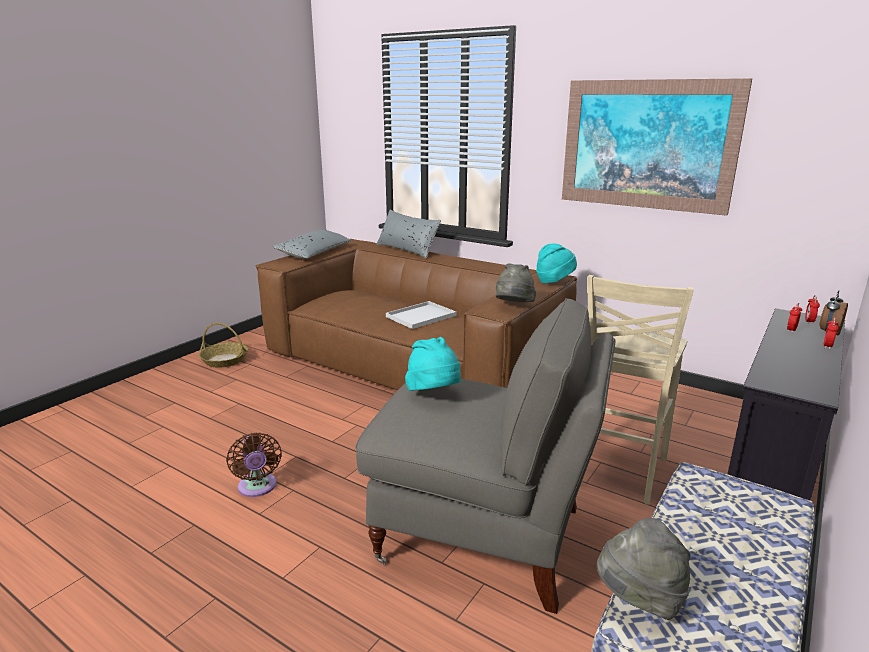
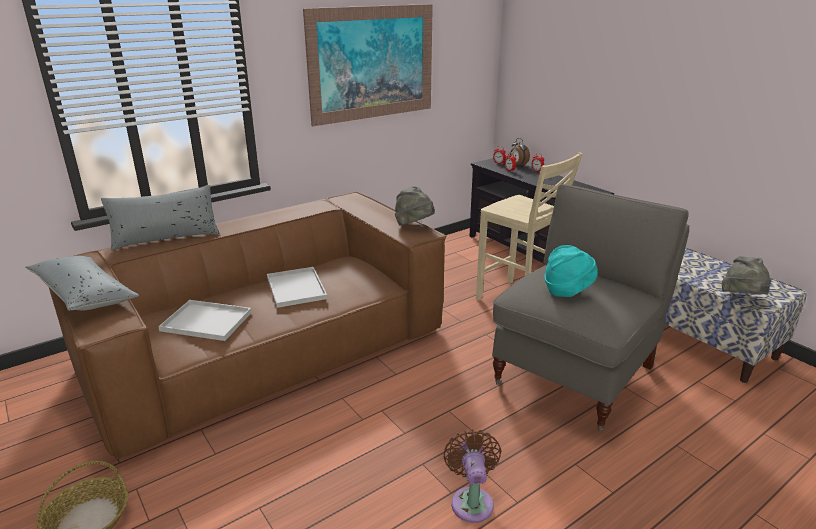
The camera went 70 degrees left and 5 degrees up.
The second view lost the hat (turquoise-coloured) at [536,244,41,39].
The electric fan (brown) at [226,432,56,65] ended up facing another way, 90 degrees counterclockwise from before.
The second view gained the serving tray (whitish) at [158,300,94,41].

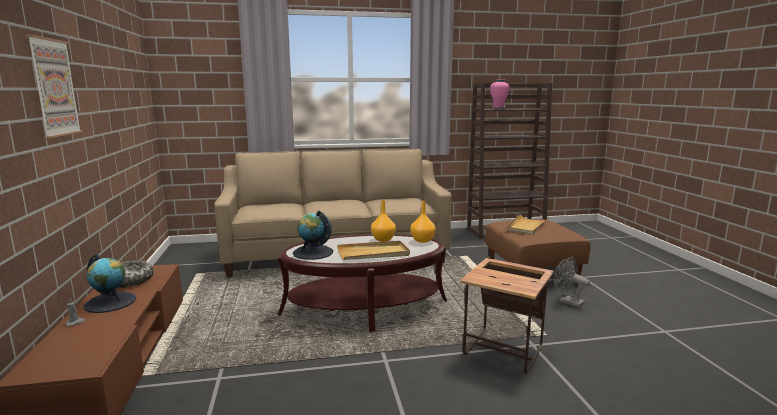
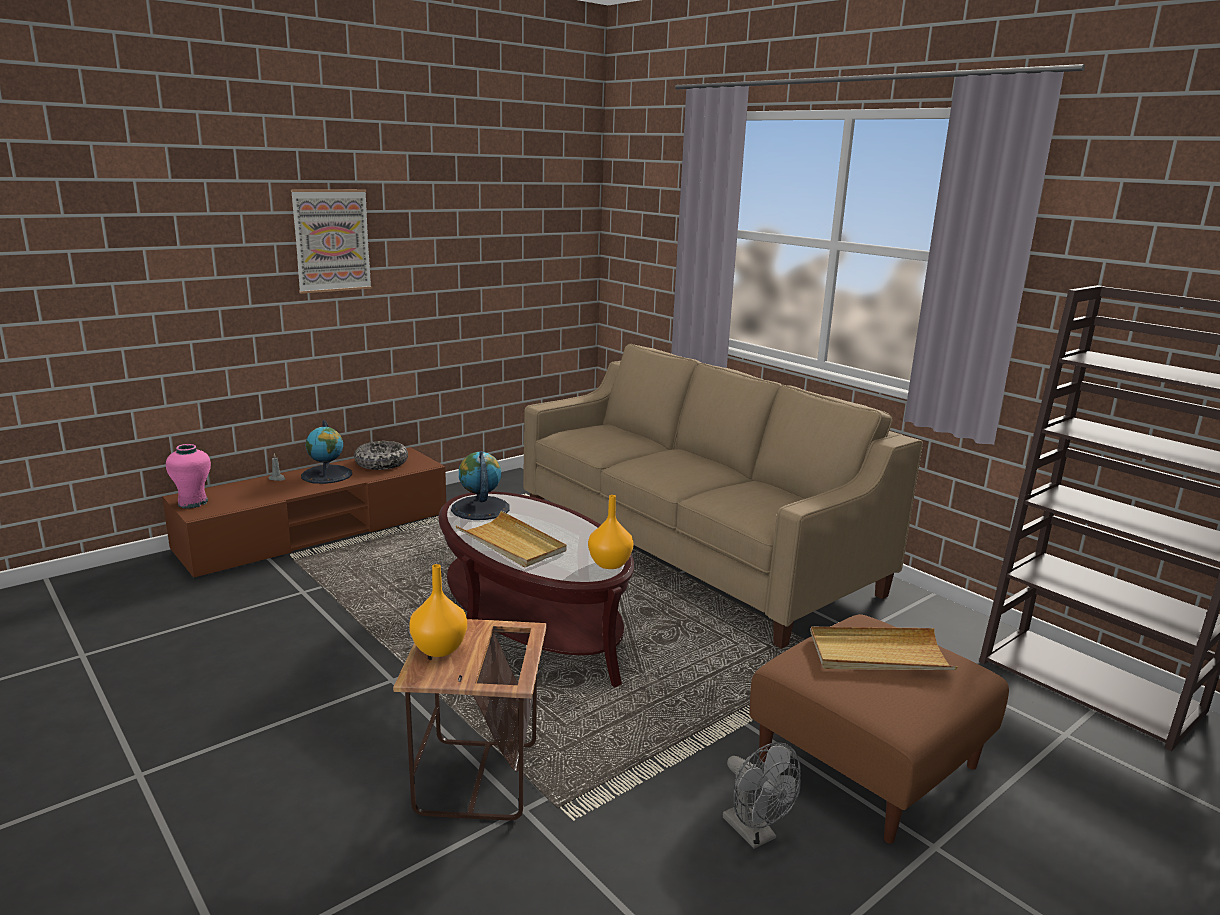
The camera went 60 degrees right and 5 degrees up.
The decorative vase (pink) ended up elsewhere, having gone from [490,79,20,30] to [166,444,45,64].
The decorative vase (orange) ended up elsewhere, having gone from [371,200,25,42] to [409,564,58,93].
The electric fan (grey) at [554,257,36,50] ended up facing another way, 135 degrees clockwise from before.

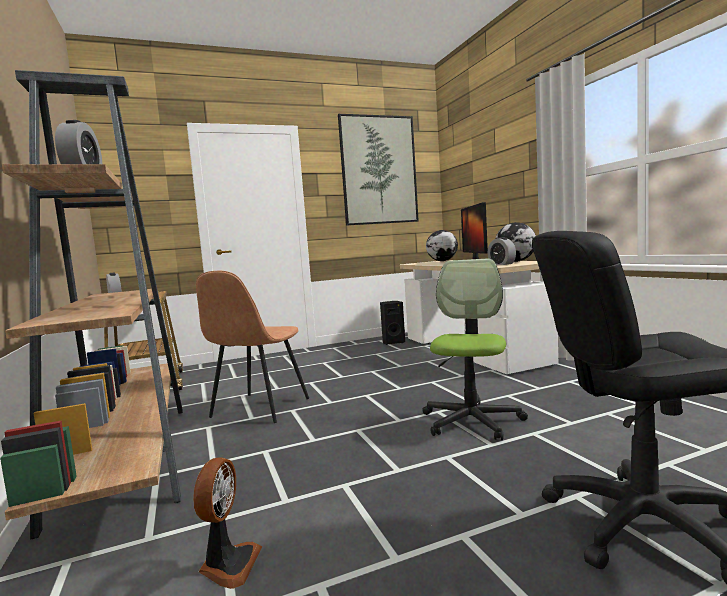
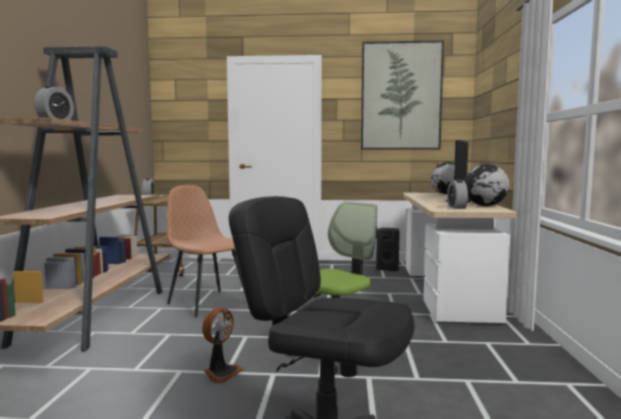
The camera went 25 degrees right and 0 degrees up.
The plain chair (brown) at [196,271,113,152] ended up facing another way, 90 degrees clockwise from before.
The electric fan ended up elsewhere, having gone from [193,457,69,132] to [202,307,41,77].

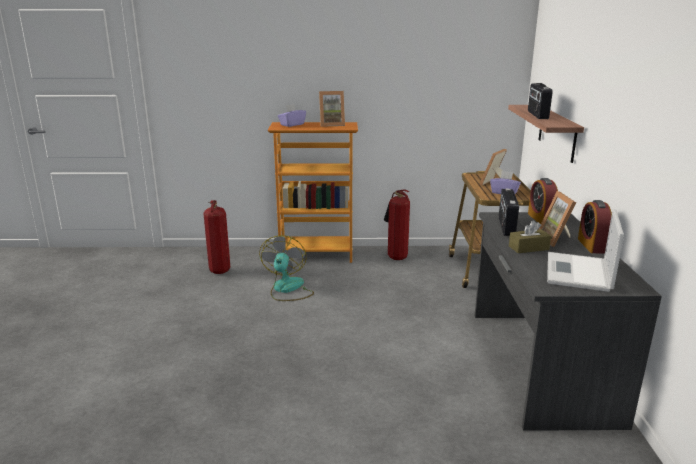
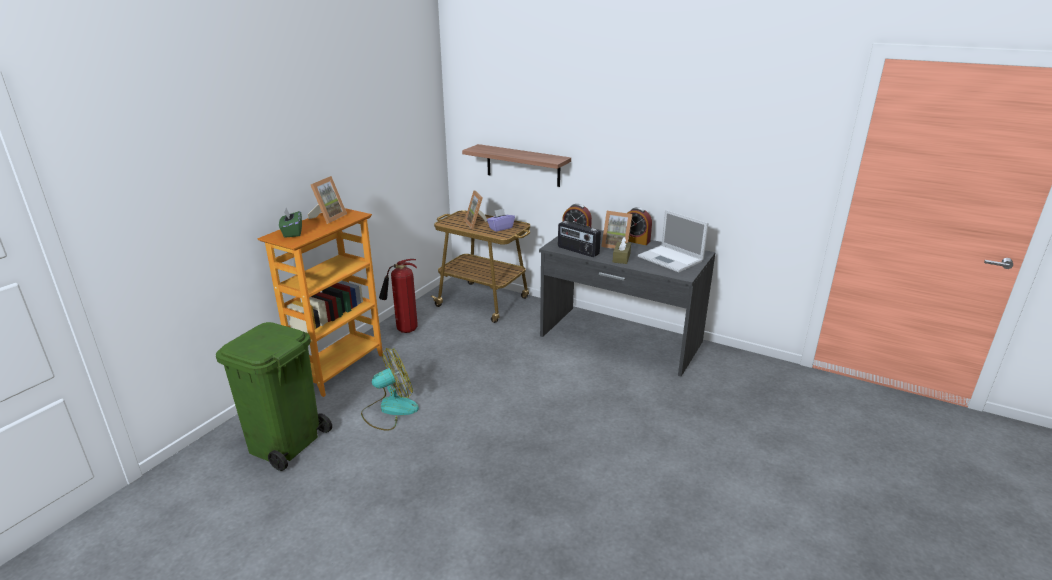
The camera went 60 degrees left and 5 degrees up.
The second view lost the radio at [528,83,25,36].
What was the tissue box (purplish) at [278,104,28,23] turned into the tissue box (green) at [279,208,23,30].
Where the extinguisher stood at [204,200,26,74], the trash can (green) came to stand at [216,322,116,149].
The electric fan at [259,235,55,66] ended up facing another way, 120 degrees clockwise from before.

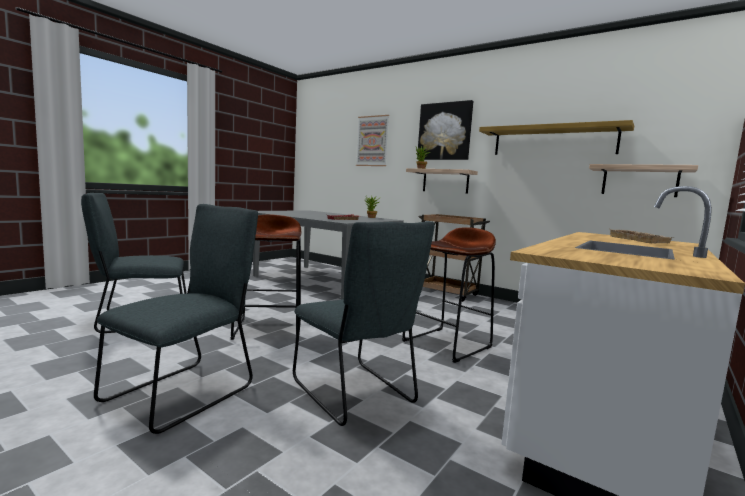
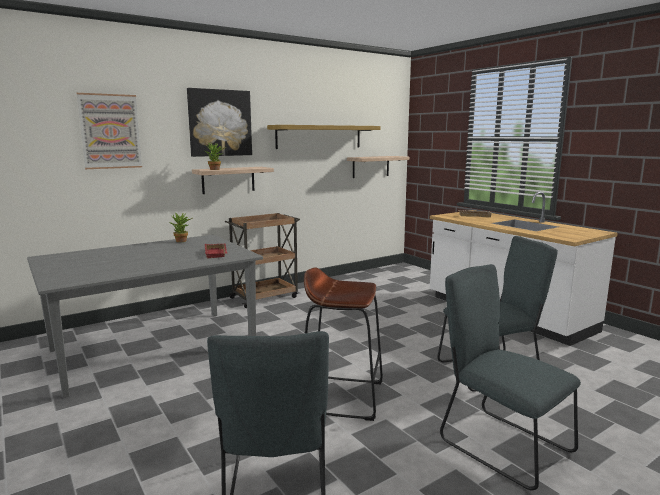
The camera went 70 degrees left and 5 degrees up.
The second view lost the sitting stool (brown) at [402,227,94,136].

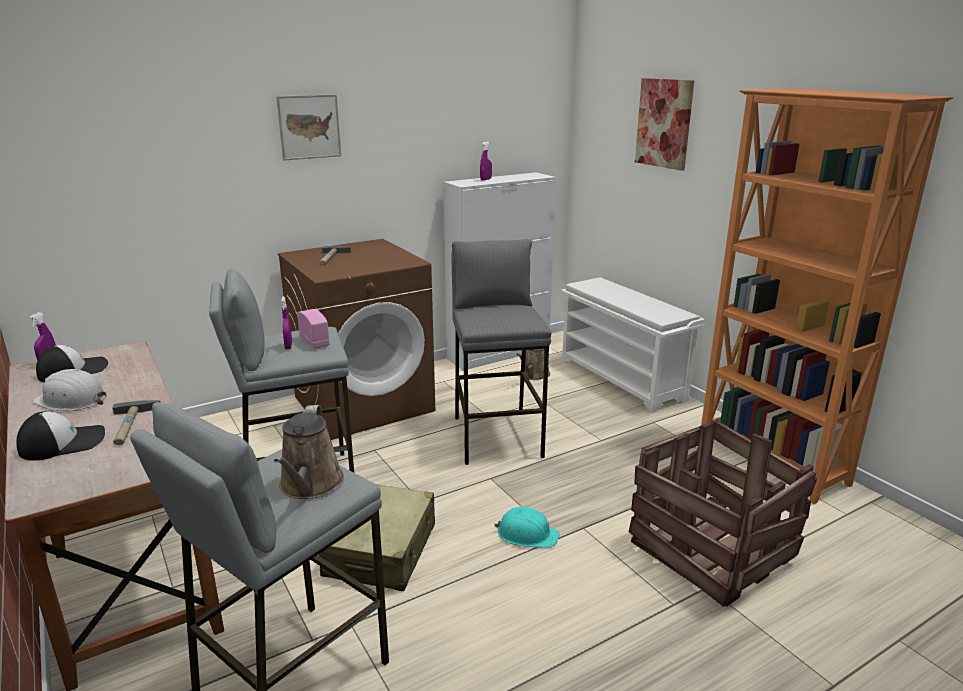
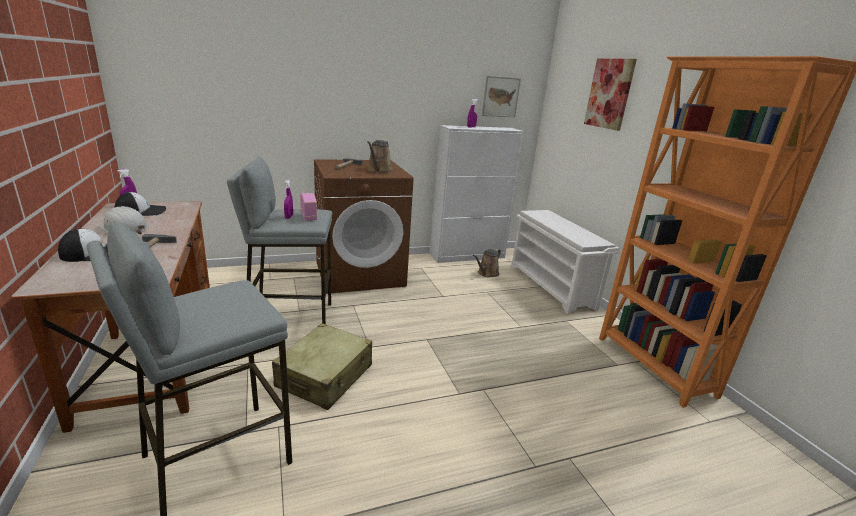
The camera went 10 degrees right and 0 degrees up.
The wall picture ended up elsewhere, having gone from [276,94,65,67] to [482,76,39,41].
The second view lost the sitting stool (grey) at [452,239,100,226].
The watering pot (brown) ended up elsewhere, having gone from [274,405,70,94] to [367,140,26,33].
The second view lost the packing crate at [629,420,188,187].
The second view lost the work helmet (turquoise-coloured) at [494,507,65,41].

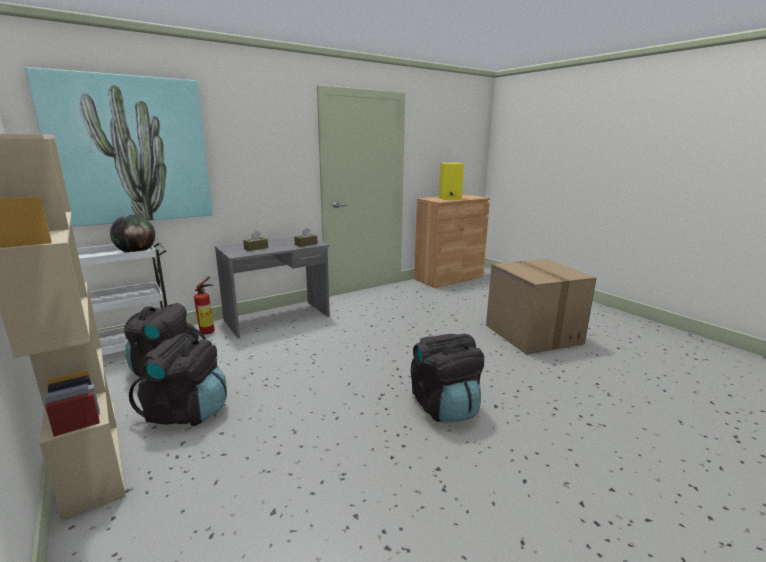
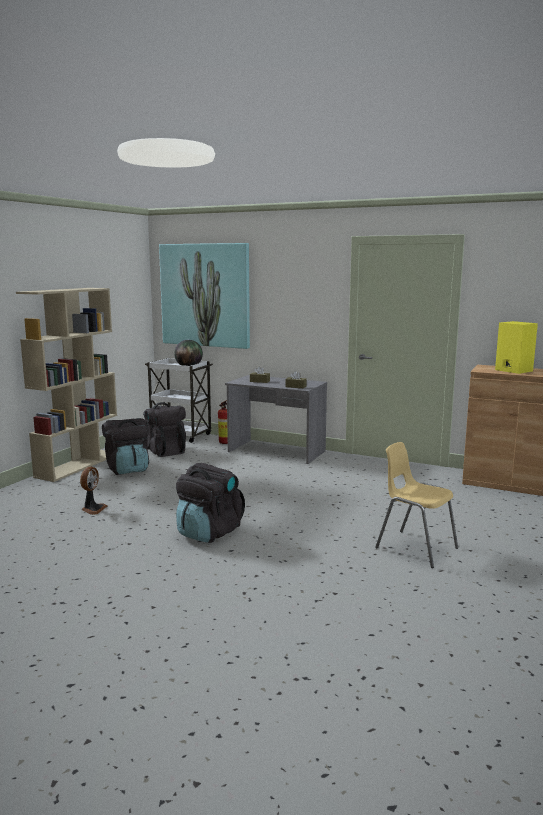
The camera went 60 degrees right and 5 degrees down.
Where the packing box stood at [486,259,110,95], the plain chair (yellowish) came to stand at [375,442,83,126].
The second view gained the electric fan at [80,467,27,48].

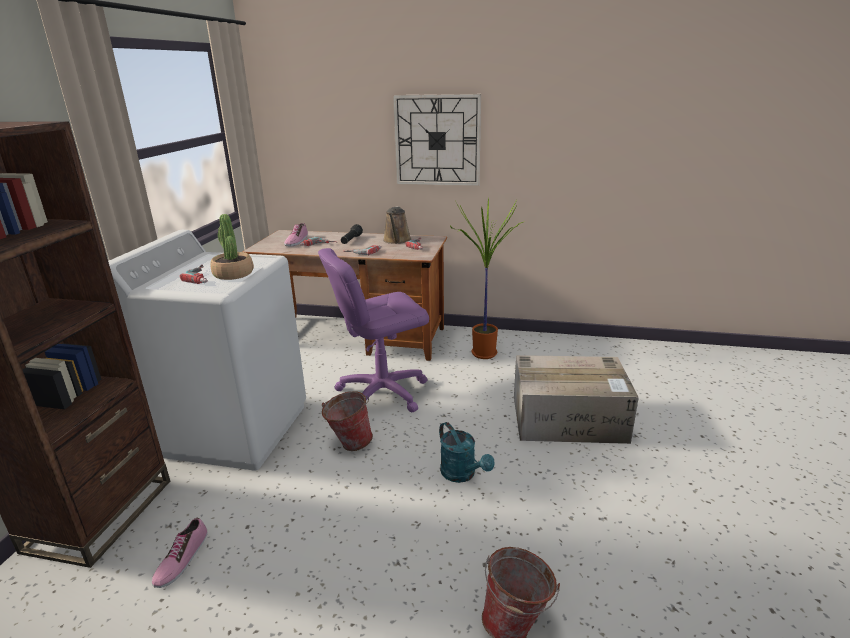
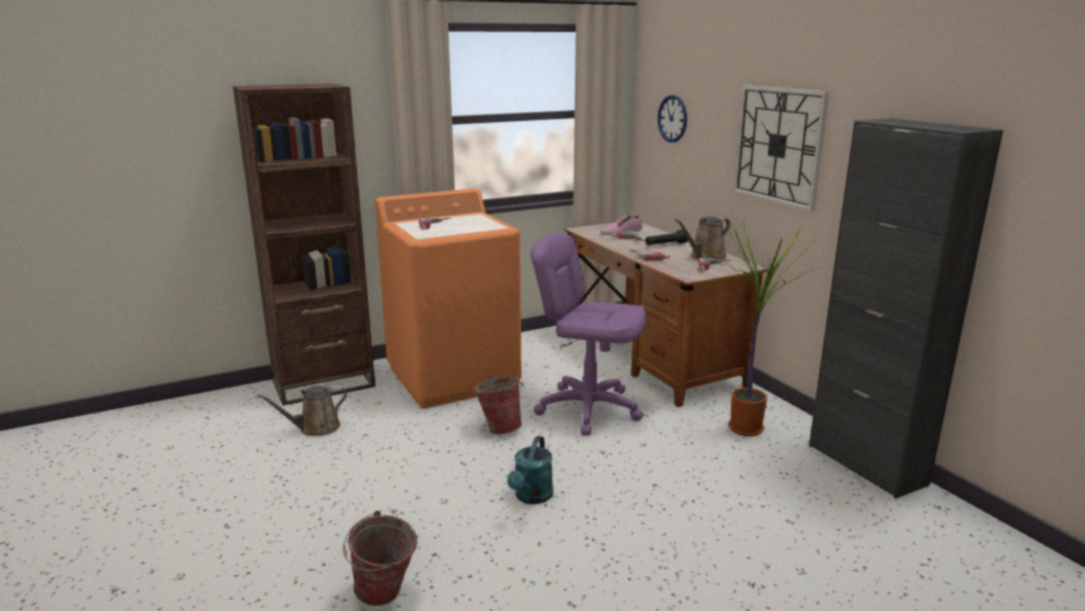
The camera went 50 degrees right and 5 degrees down.
The second view lost the houseplant at [210,214,44,66].
What was the laundry appliance (whitish) at [108,230,198,241] turned into the laundry appliance (orange) at [375,188,147,221].
The second view lost the packing box at [514,355,125,89].
Where the shoe stood at [152,518,56,70], the watering pot (brown) came to stand at [257,385,90,51].
The second view gained the wall clock at [658,95,29,48].
The second view gained the cupboard (black) at [809,118,194,380].

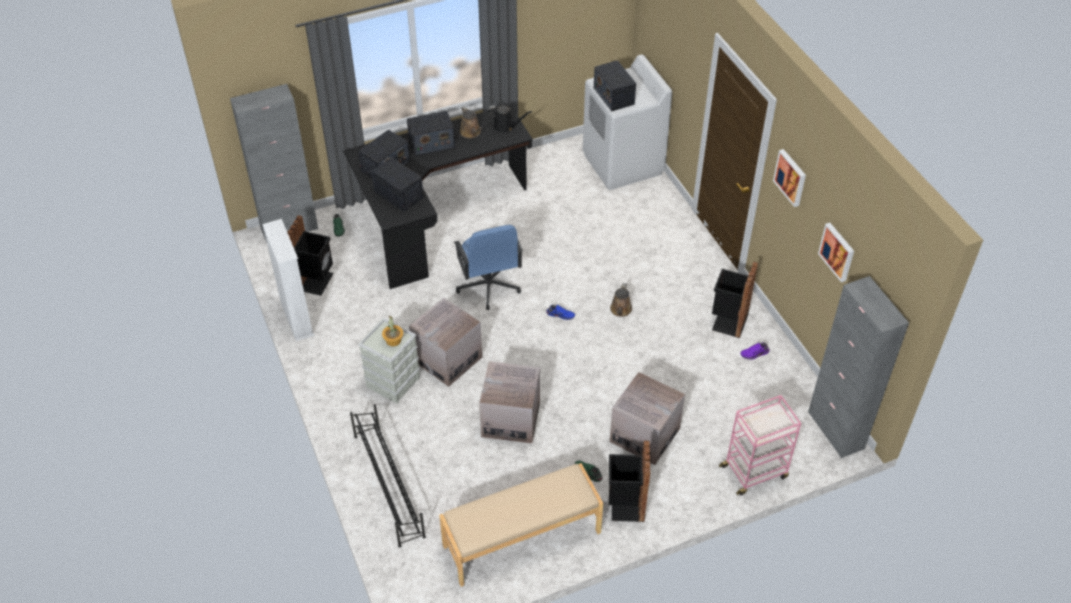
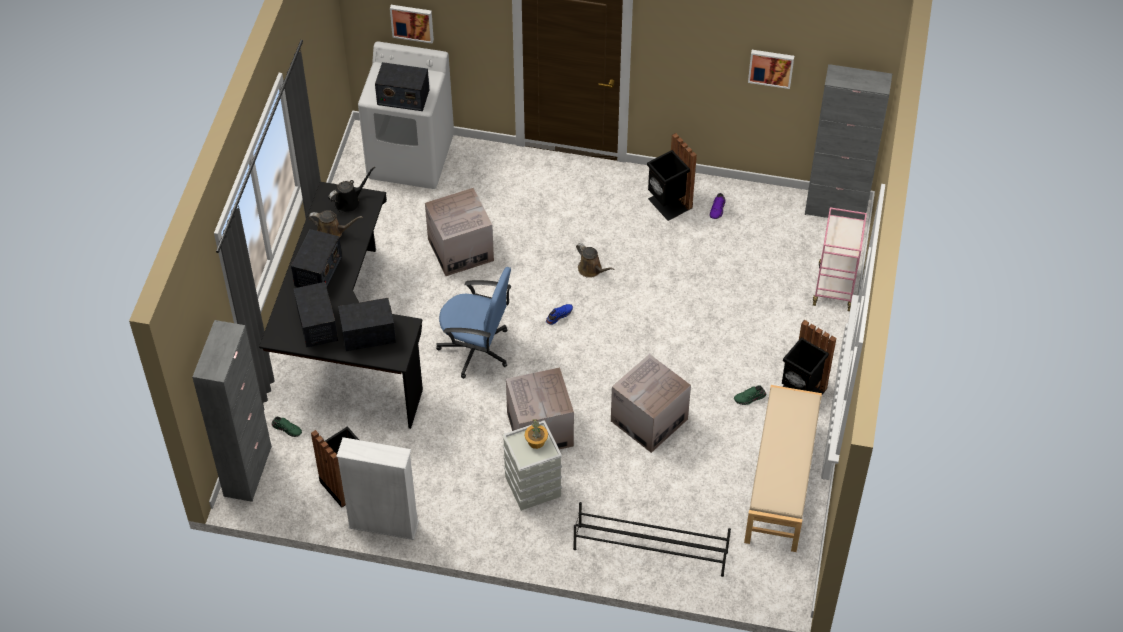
The camera went 55 degrees left and 5 degrees up.
The wall picture ended up elsewhere, having gone from [773,149,33,58] to [390,5,44,39].
The packing box ended up elsewhere, having gone from [610,372,75,93] to [425,188,69,88].

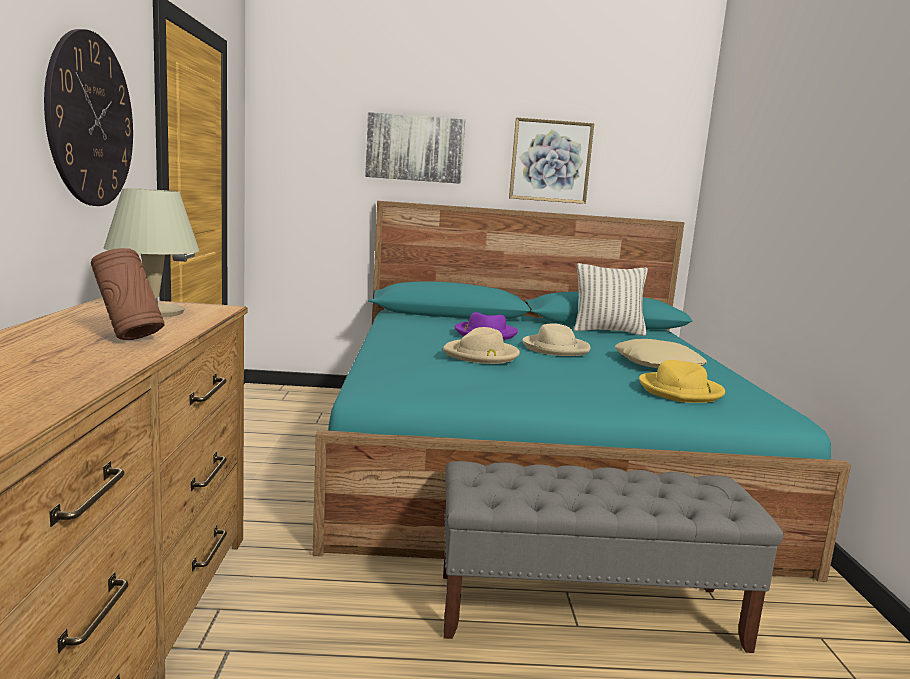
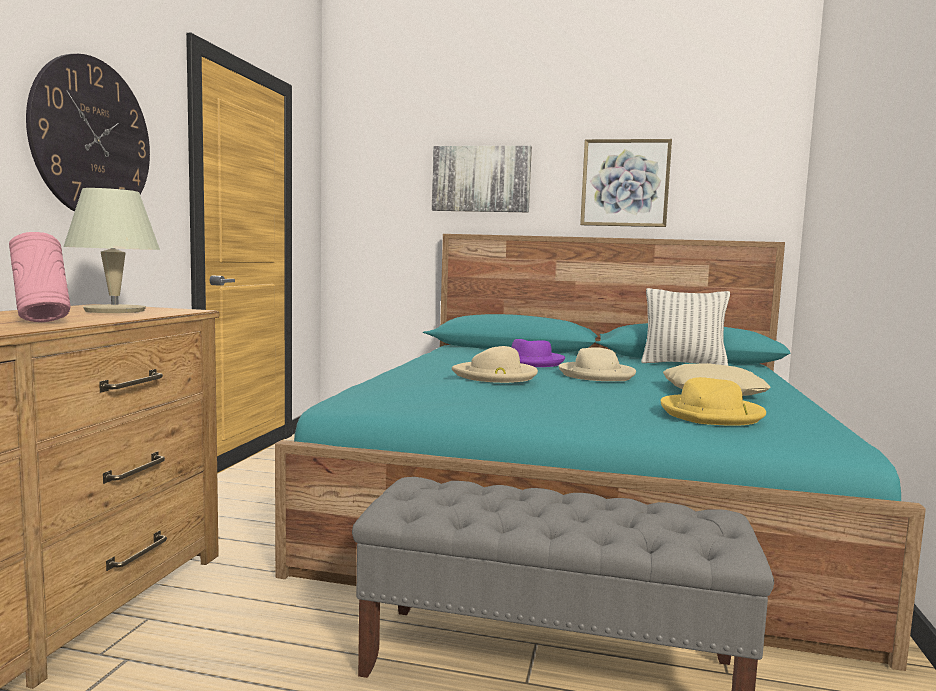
The camera went 15 degrees right and 5 degrees down.
What was the decorative vase (brown) at [91,248,74,92] turned into the decorative vase (pink) at [9,232,62,90].

